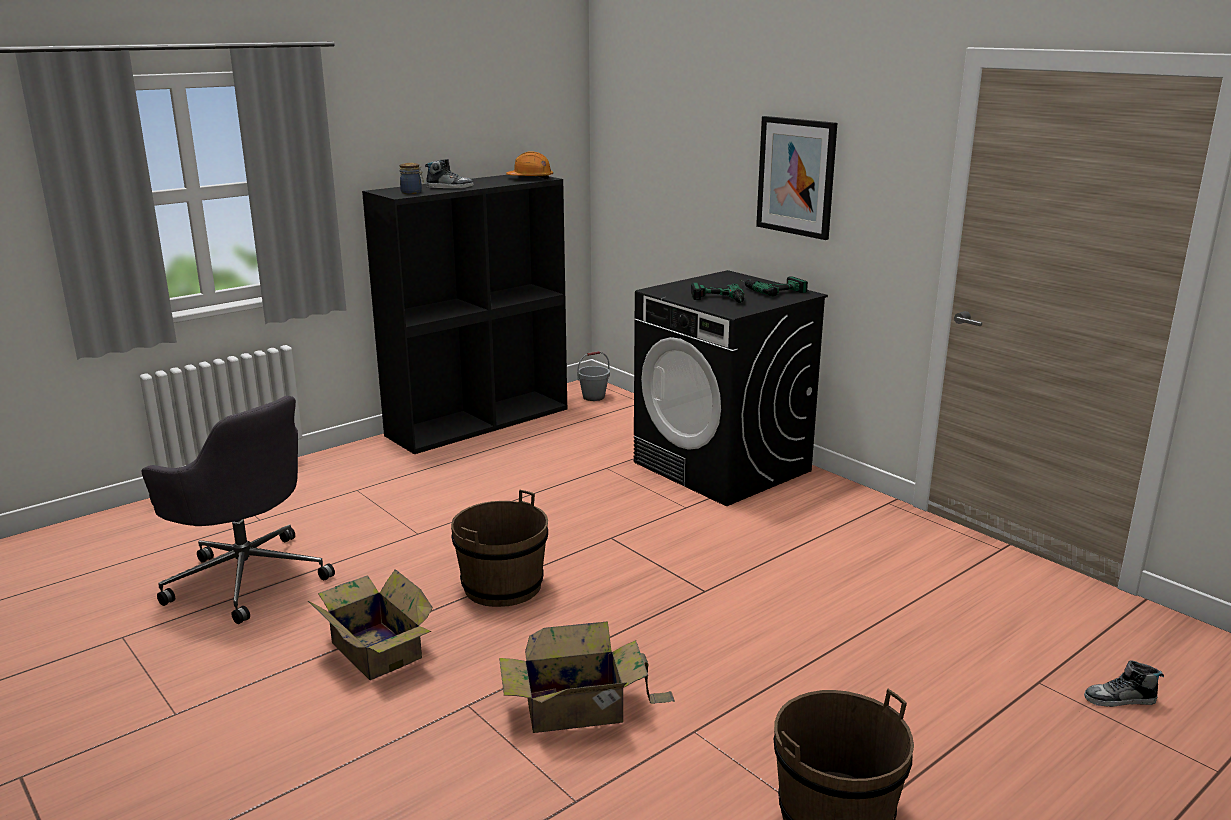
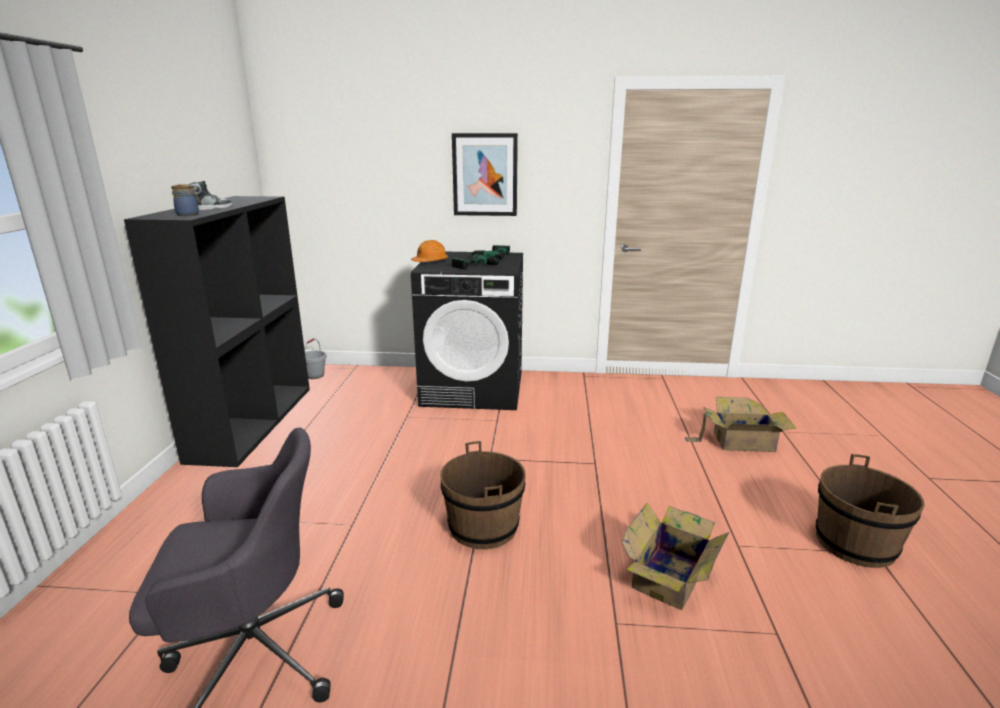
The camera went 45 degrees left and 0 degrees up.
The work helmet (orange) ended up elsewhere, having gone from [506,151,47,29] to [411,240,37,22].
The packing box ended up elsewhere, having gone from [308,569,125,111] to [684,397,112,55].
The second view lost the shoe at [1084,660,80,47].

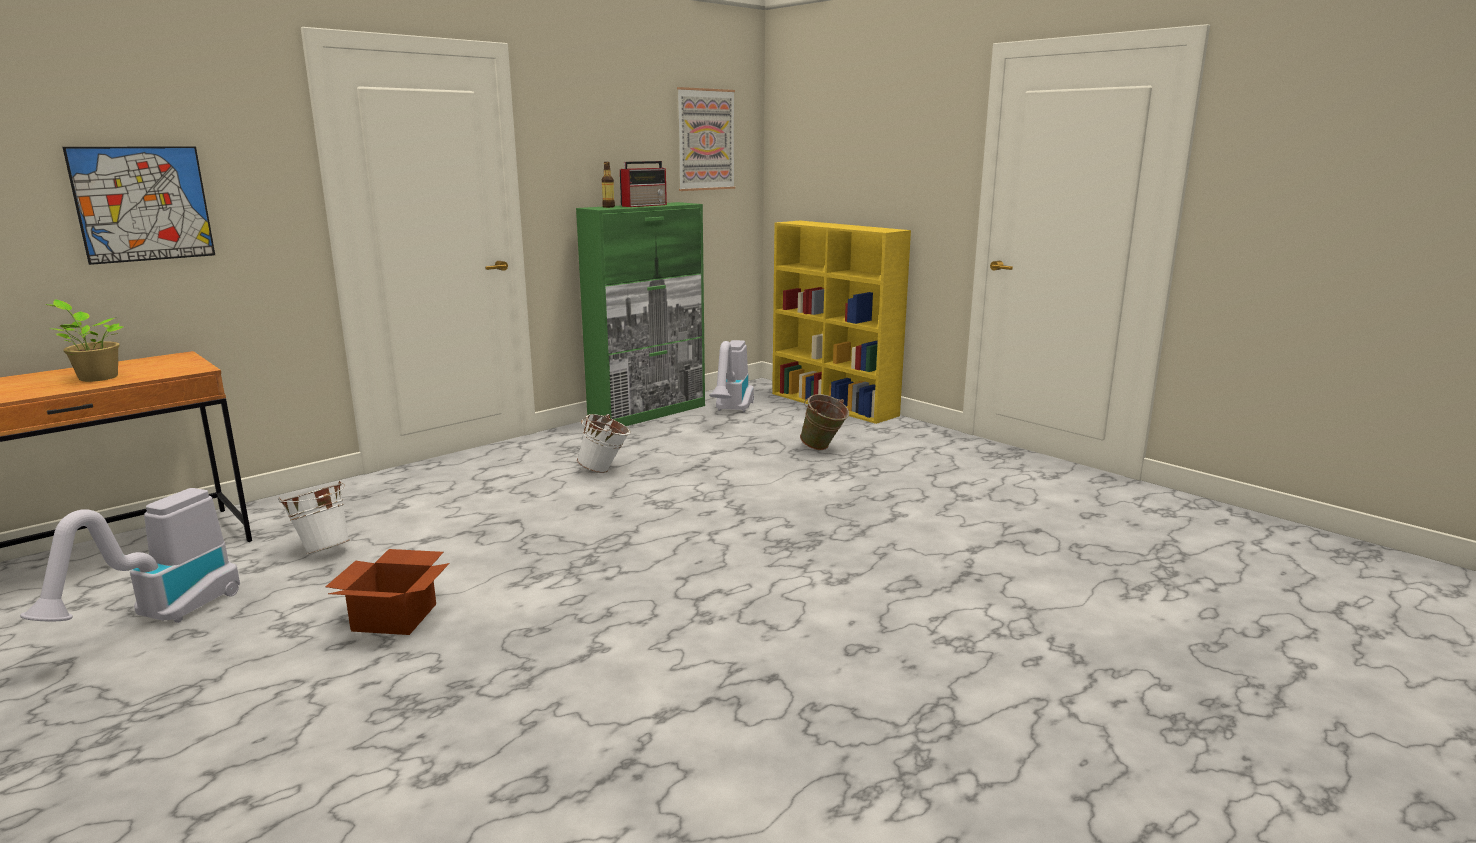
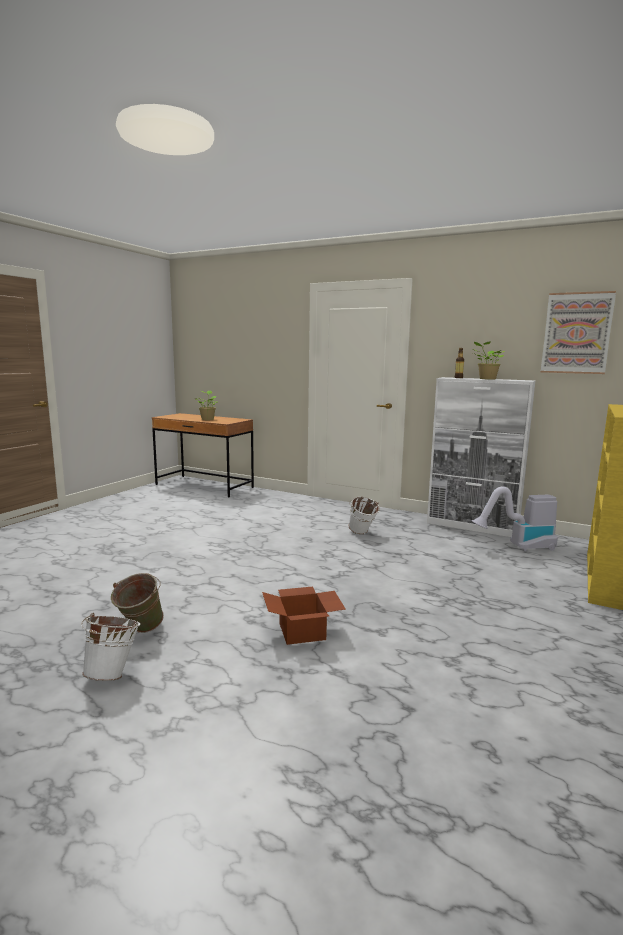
The camera went 70 degrees right and 5 degrees down.
The second view lost the wall picture at [63,146,152,119].
Where the radio stood at [620,161,47,46], the houseplant came to stand at [472,341,33,39].
What was the cupboard (green) at [576,202,129,224] turned into the cupboard (whitish) at [427,377,108,160].
The pail (green) ended up elsewhere, having gone from [800,394,49,56] to [111,573,53,60].
The pail (whitish) ended up elsewhere, having gone from [278,480,72,74] to [81,613,59,68].
The second view lost the hoover at [20,488,220,135].
The packing box ended up elsewhere, having gone from [325,549,125,86] to [262,586,84,59].

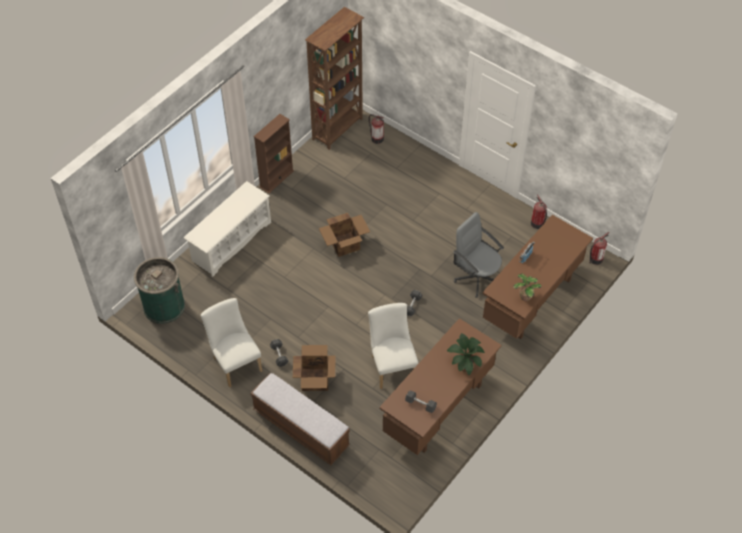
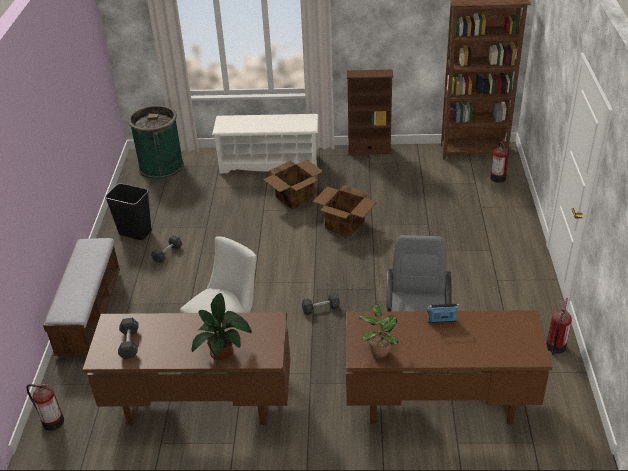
The camera went 55 degrees right and 15 degrees down.
The extinguisher ended up elsewhere, having gone from [589,232,20,33] to [26,383,38,48].
Where the plain chair (whitish) stood at [201,298,61,90], the trash can (black) came to stand at [105,183,46,57].
The packing box ended up elsewhere, having gone from [293,345,42,46] to [263,160,61,50].

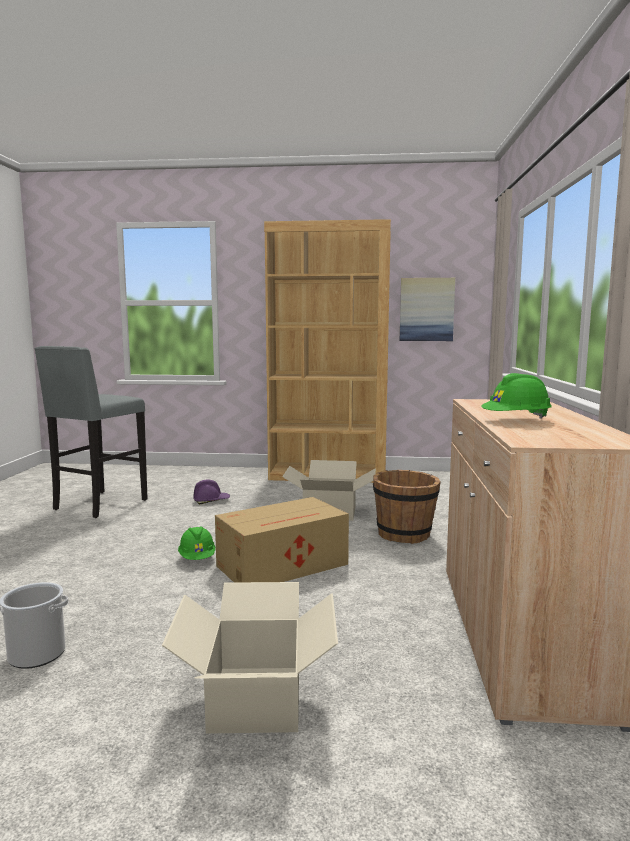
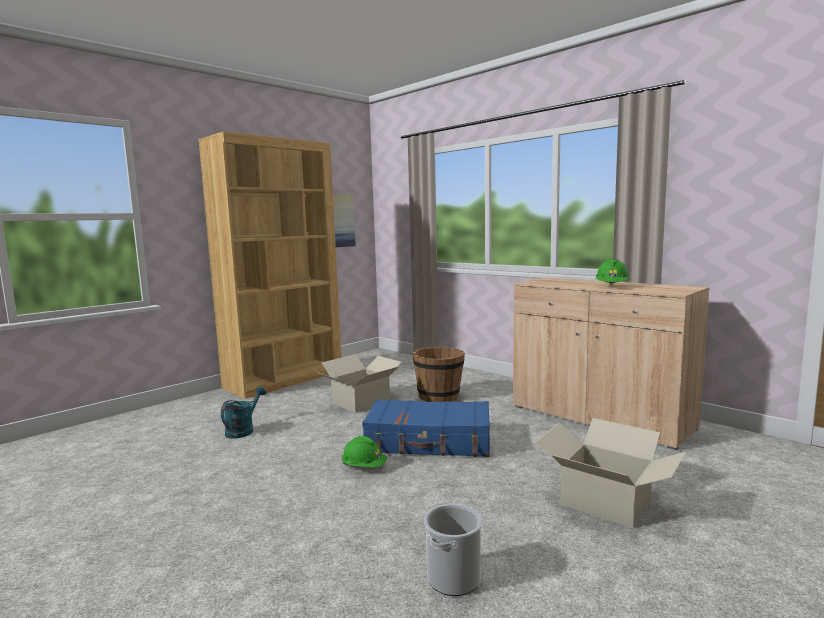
The camera went 50 degrees left and 0 degrees up.
The second view lost the sitting stool (grey) at [34,346,114,172].
Where the work helmet (purplish) stood at [193,479,37,25], the watering pot (turquoise-coloured) came to stand at [221,386,45,53].
Where the packing box stood at [215,497,134,86], the piece of luggage (blue-coloured) came to stand at [362,399,128,58].

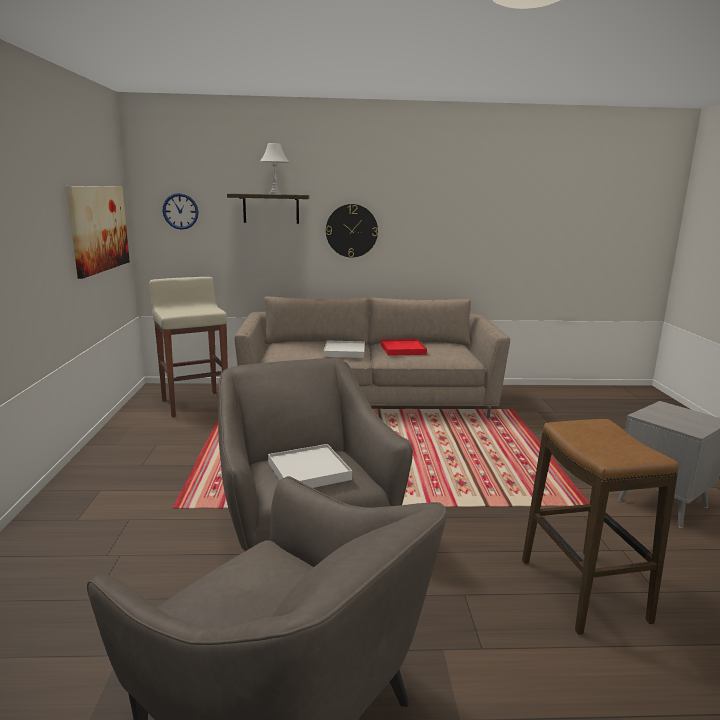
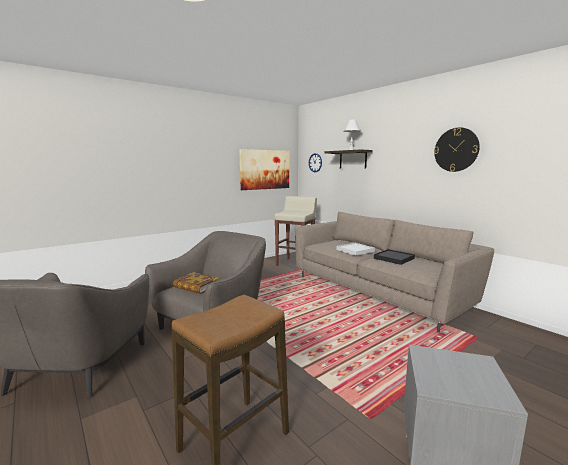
The camera went 55 degrees right and 5 degrees down.
The wall clock ended up elsewhere, having gone from [326,204,52,54] to [434,127,46,45].
What was the serving tray (red-coloured) at [381,339,46,17] turned into the serving tray (black) at [374,249,41,16].
Where the serving tray (whitish) stood at [268,444,84,44], the book came to stand at [173,272,46,22].

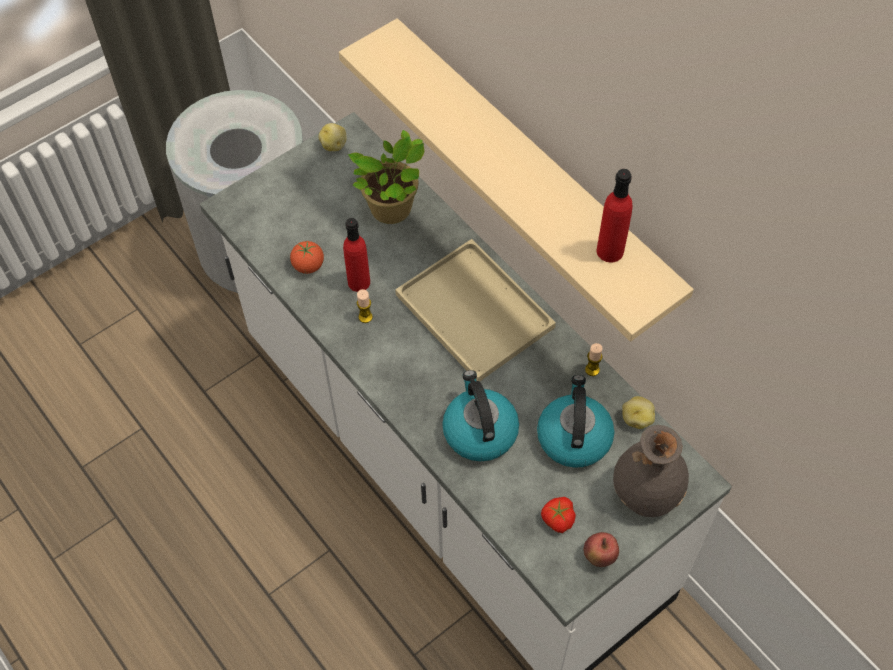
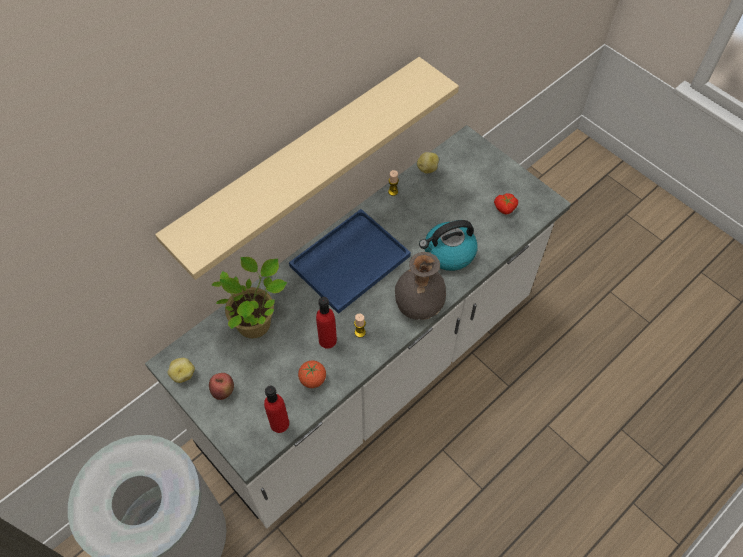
The camera went 95 degrees left and 0 degrees up.
The beverage bottle (red-coloured) ended up elsewhere, having gone from [597,169,35,93] to [264,385,25,48].
What was the serving tray (beige-coloured) at [395,239,161,143] turned into the serving tray (blue-coloured) at [289,209,122,105].
The second view lost the water kettle at [537,375,77,93].
The decorative vase (grey) ended up elsewhere, having gone from [613,425,76,92] to [395,252,51,68].
The apple ended up elsewhere, having gone from [584,532,35,35] to [209,373,25,27].

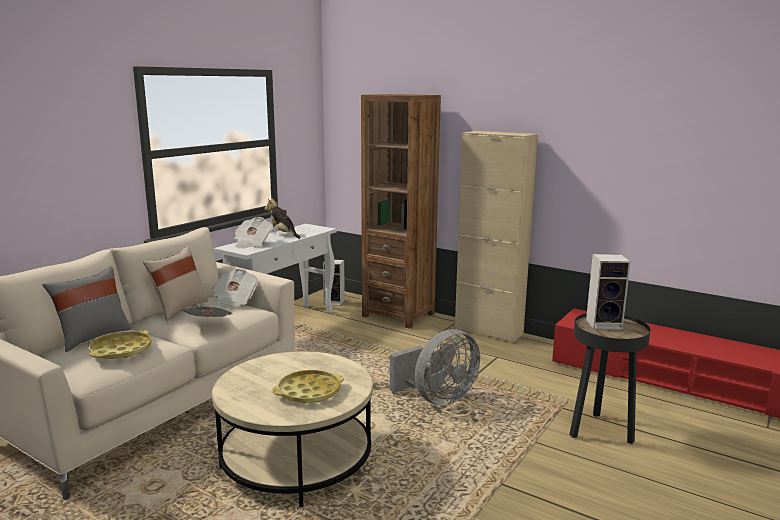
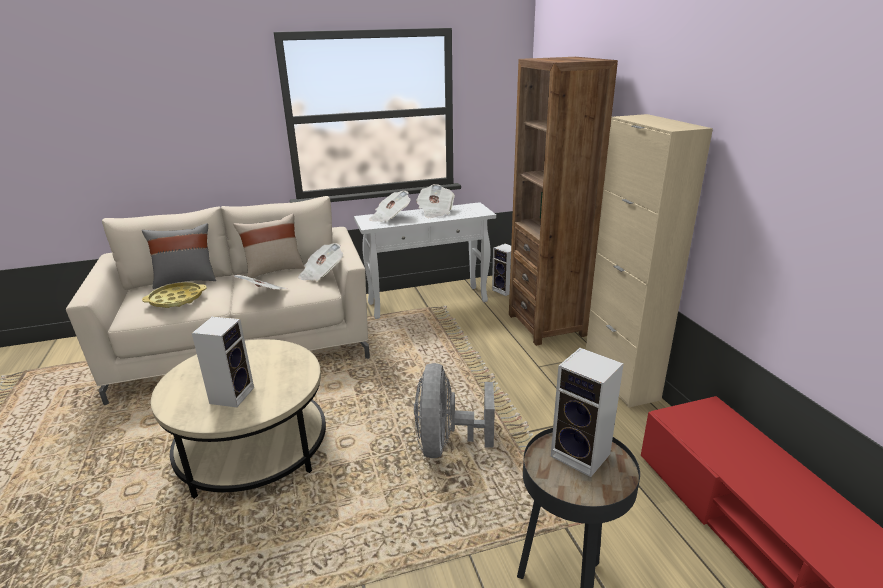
The camera went 40 degrees right and 10 degrees up.
Where the soft toy stood at [264,198,37,41], the printed paper came to stand at [416,184,39,34].
The electric fan (grey) at [390,329,90,77] ended up facing another way, 90 degrees clockwise from before.
Where the serving tray (yellowish) stood at [272,370,72,34], the speaker came to stand at [192,316,62,91].

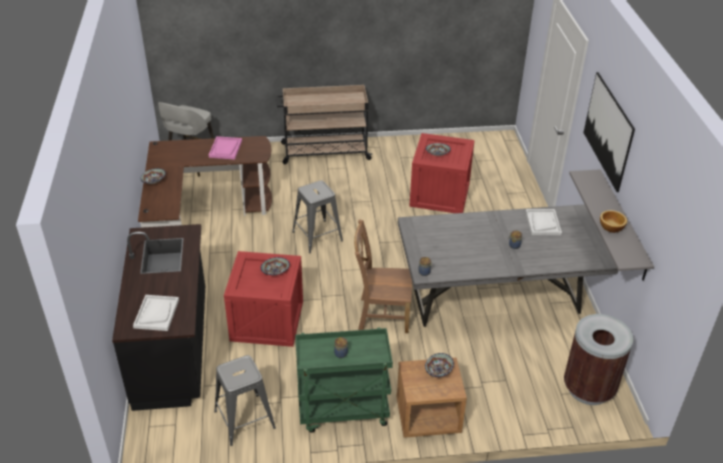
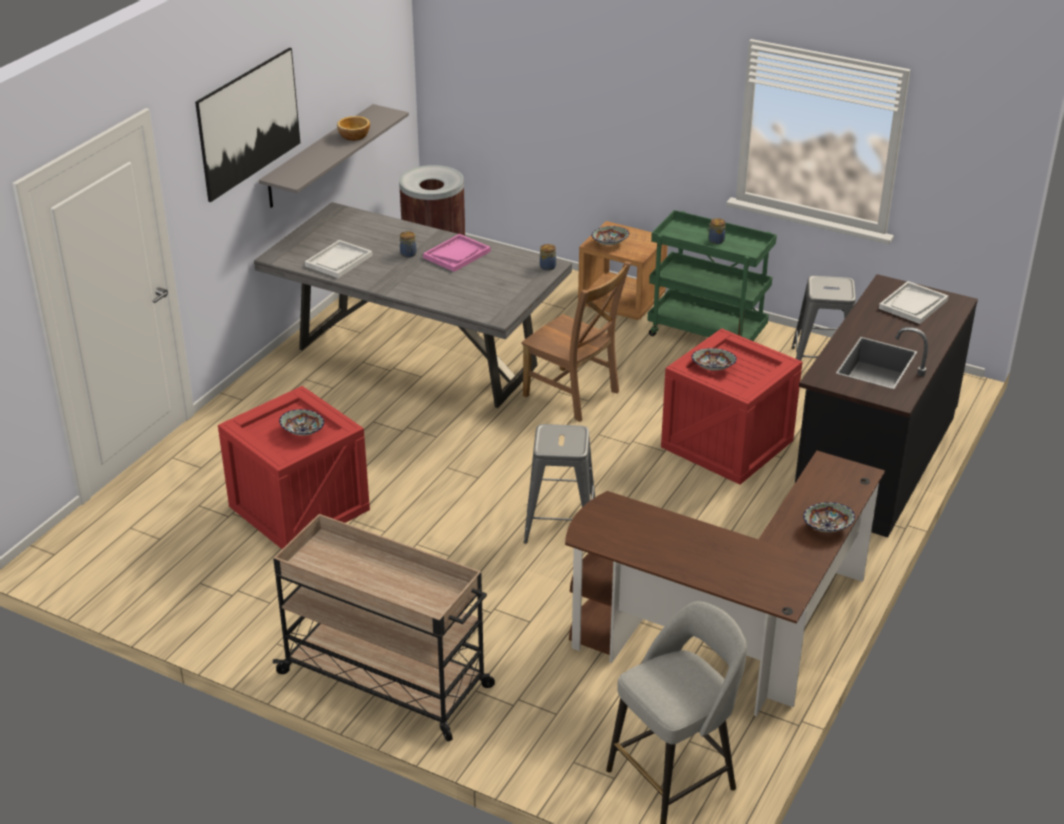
The camera went 145 degrees left and 5 degrees down.
The serving tray (pink) ended up elsewhere, having gone from [209,136,33,24] to [423,234,68,38].

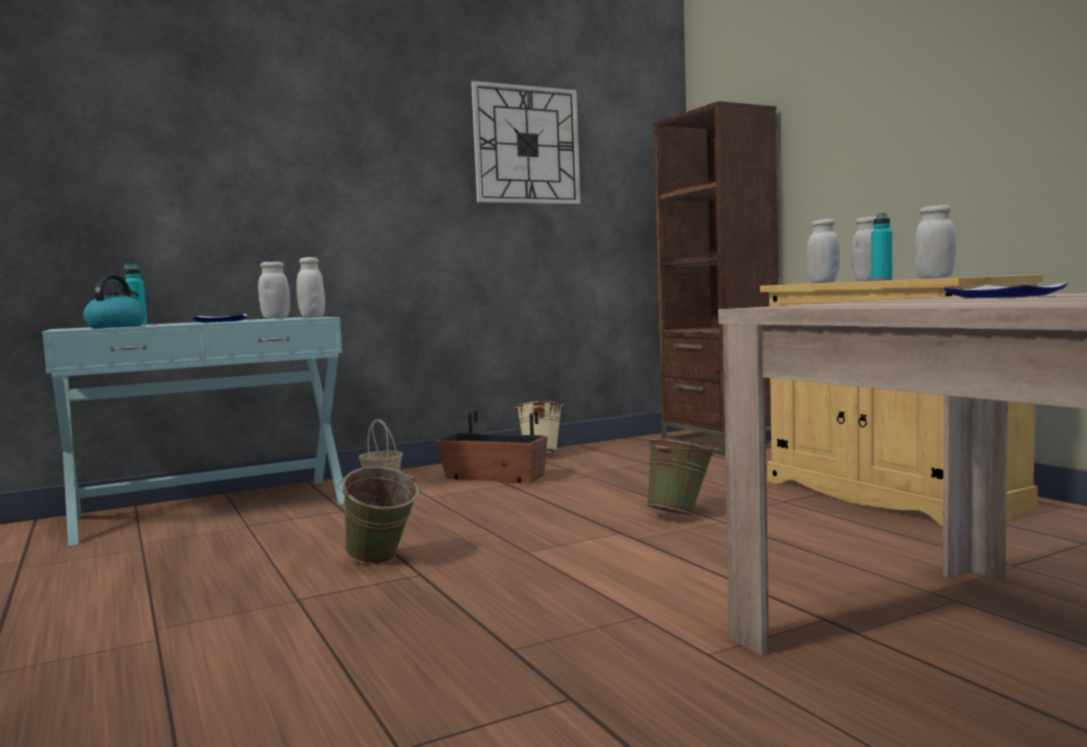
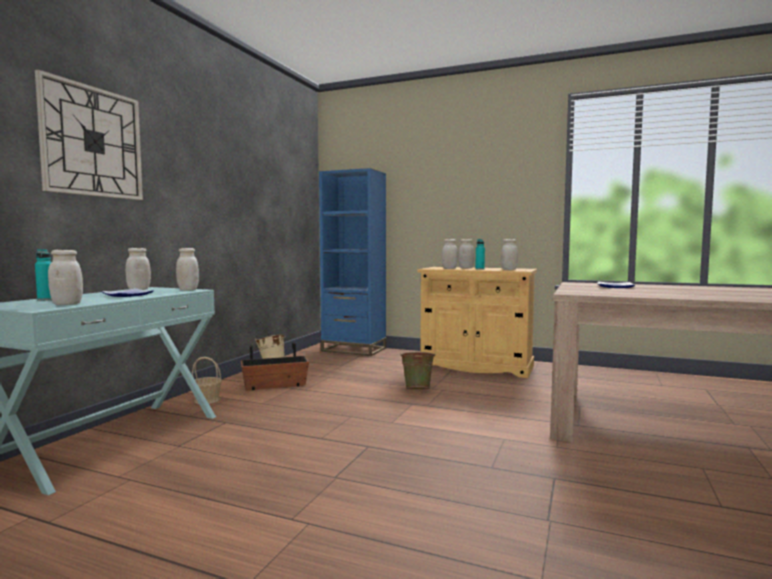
The camera went 40 degrees left and 0 degrees up.
The wall clock ended up elsewhere, having gone from [471,81,110,123] to [35,70,108,130].
What was the shelving unit (brown) at [654,101,124,355] turned into the shelving unit (blue-coloured) at [319,168,67,188].
Where the water kettle stood at [83,274,62,54], the preserve jar (whitish) came to stand at [48,250,35,55].
The second view lost the pail (green) at [338,467,81,97].

